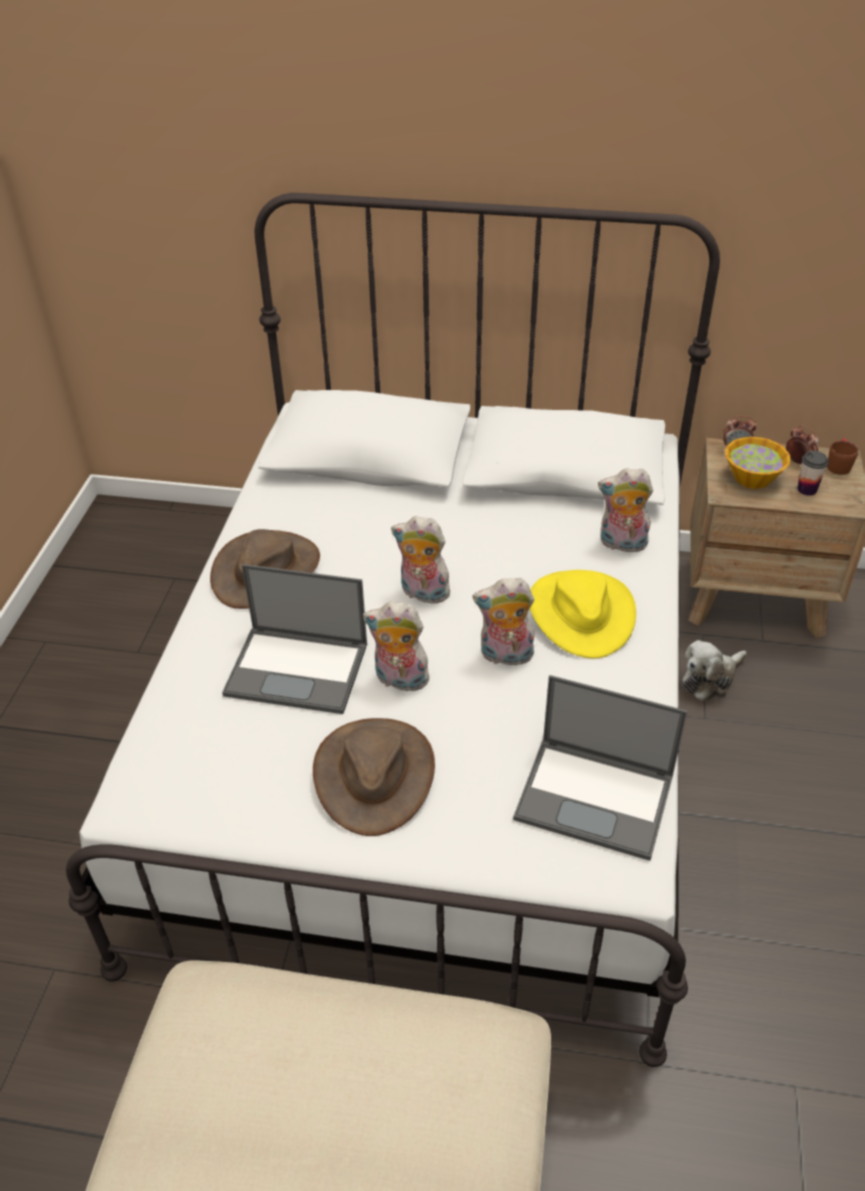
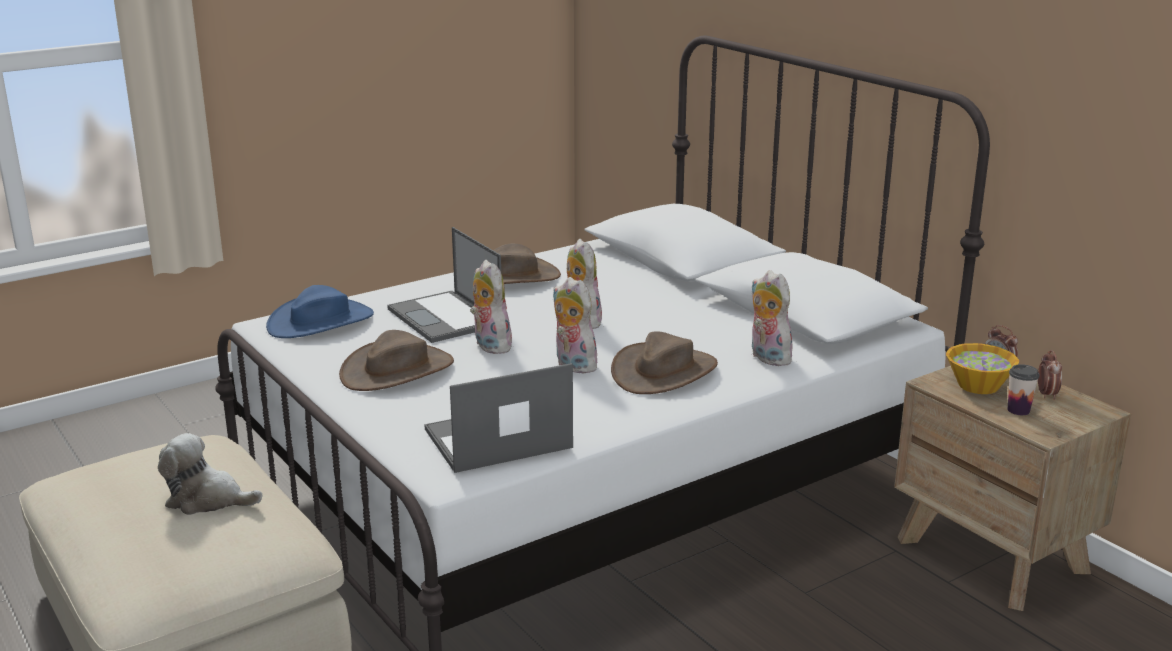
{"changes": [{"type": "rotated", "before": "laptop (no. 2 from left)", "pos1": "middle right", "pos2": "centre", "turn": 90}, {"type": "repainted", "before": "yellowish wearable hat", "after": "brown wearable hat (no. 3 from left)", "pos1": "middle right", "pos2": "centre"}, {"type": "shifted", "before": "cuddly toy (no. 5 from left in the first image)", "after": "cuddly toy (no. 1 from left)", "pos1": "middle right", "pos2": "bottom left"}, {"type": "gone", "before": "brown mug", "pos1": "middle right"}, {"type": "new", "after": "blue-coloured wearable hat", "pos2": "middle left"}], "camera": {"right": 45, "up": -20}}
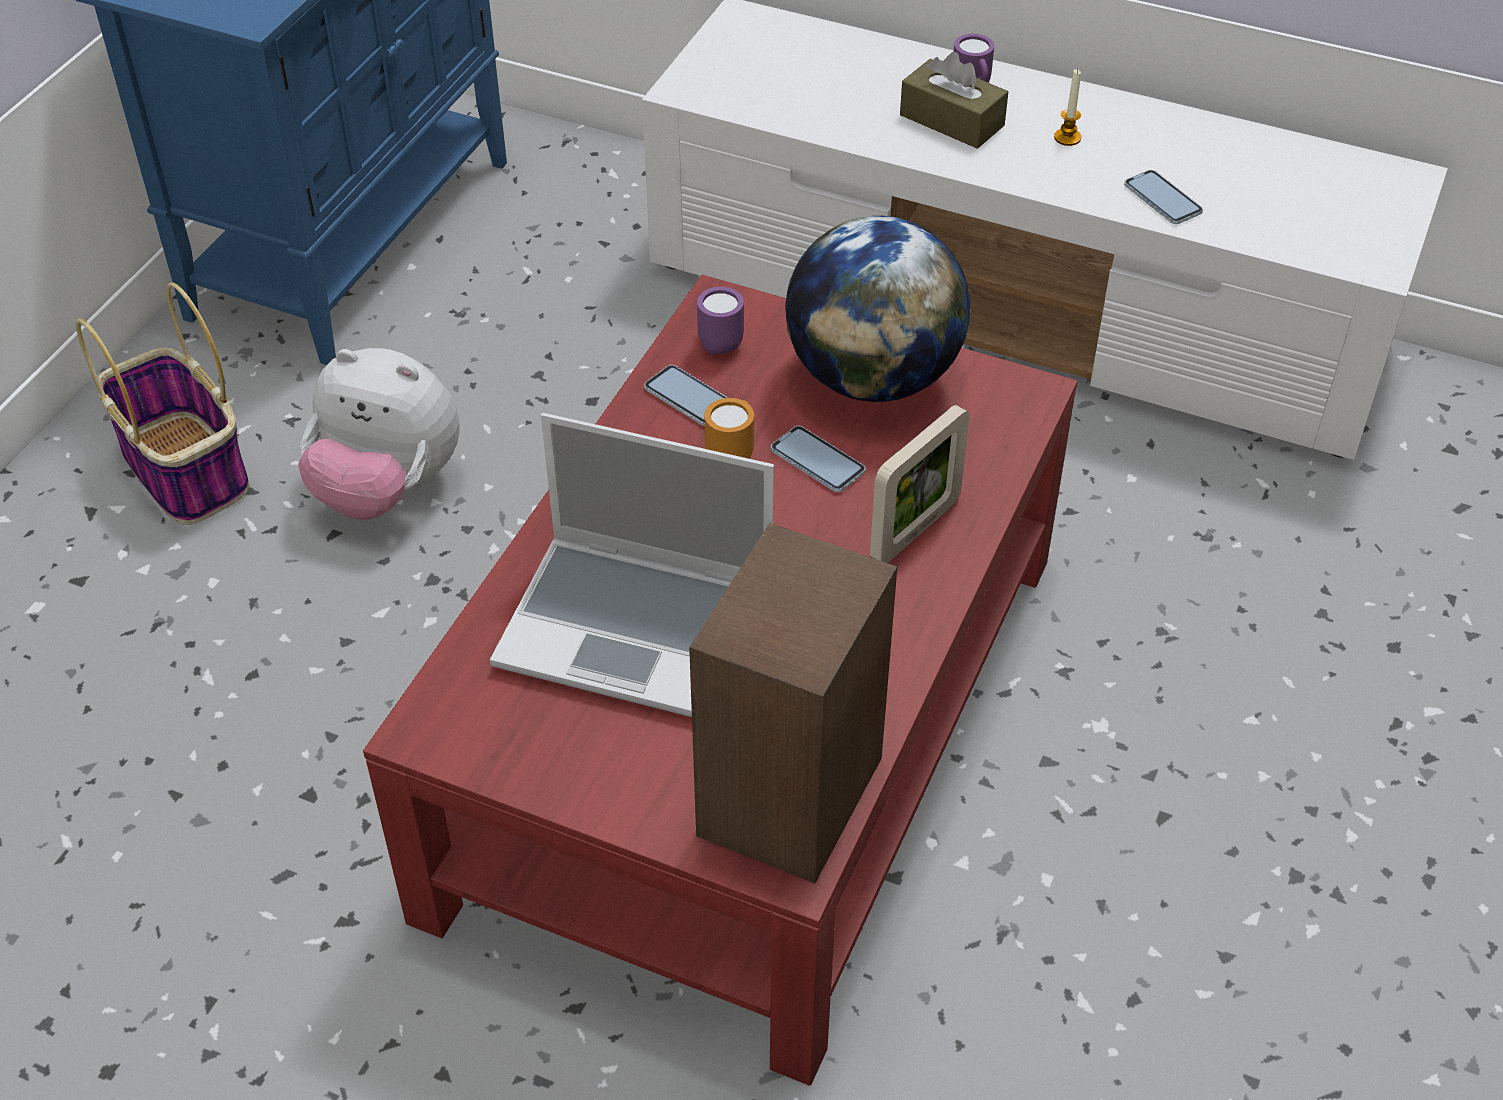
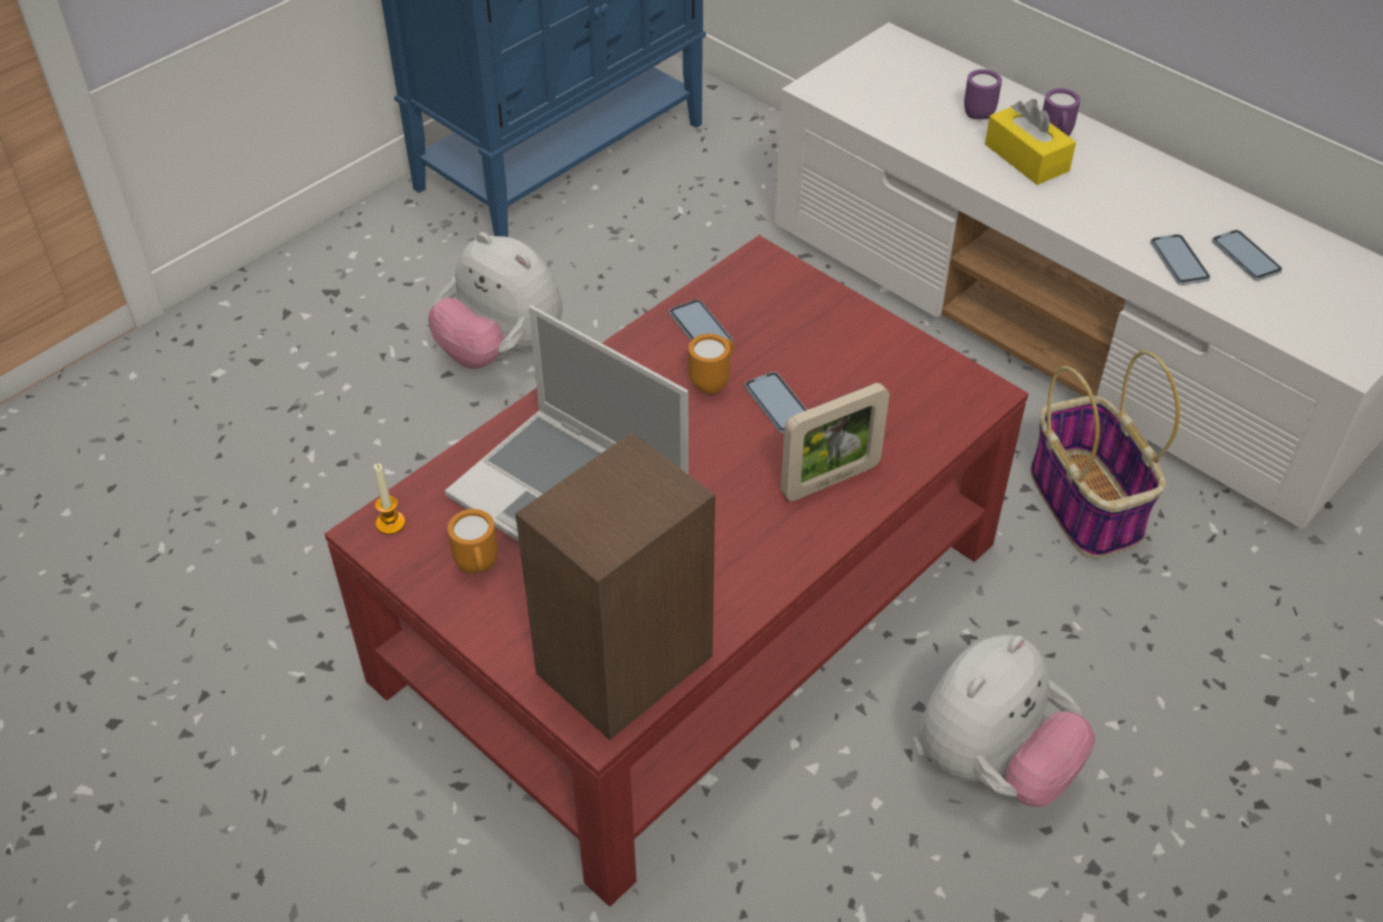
{"changes": [{"type": "shifted", "before": "basket", "pos1": "middle left", "pos2": "middle right"}, {"type": "shifted", "before": "purple-coloured mug (no. 1 from left)", "pos1": "top centre", "pos2": "top right"}, {"type": "gone", "before": "globe", "pos1": "top centre"}, {"type": "repainted", "before": "brown tissue box", "after": "yellowish tissue box", "pos1": "top centre", "pos2": "top right"}, {"type": "shifted", "before": "candle", "pos1": "top right", "pos2": "middle left"}, {"type": "new", "after": "orange-coloured mug (no. 1 from left)", "pos2": "centre"}, {"type": "new", "after": "cuddly toy (no. 2 from left)", "pos2": "bottom right"}, {"type": "new", "after": "phone (no. 4 from left)", "pos2": "top right"}], "camera": {"right": 20, "up": 0}}
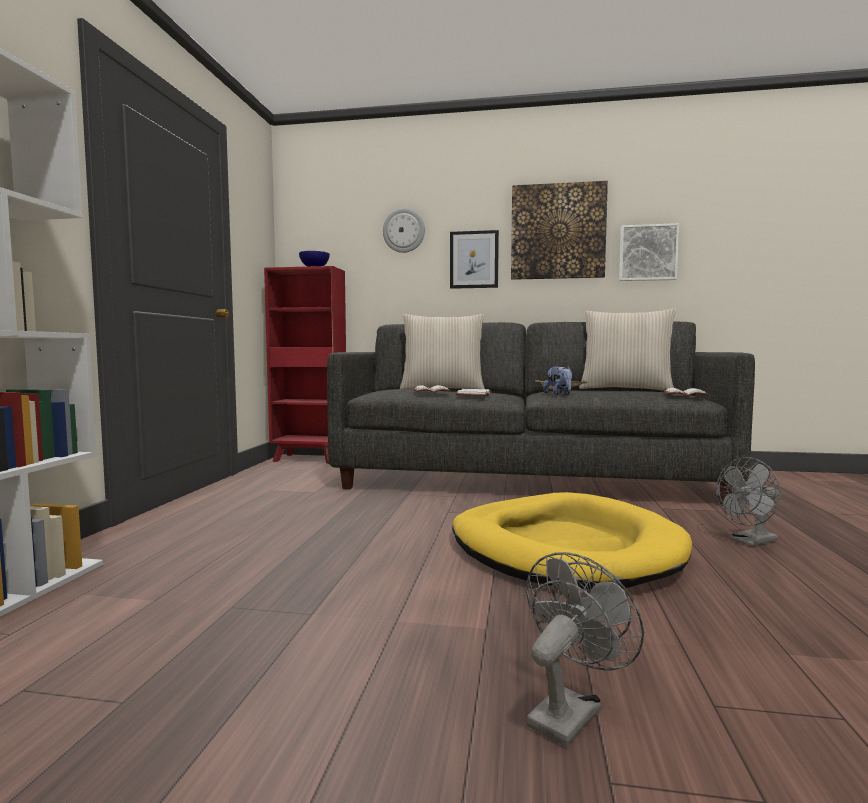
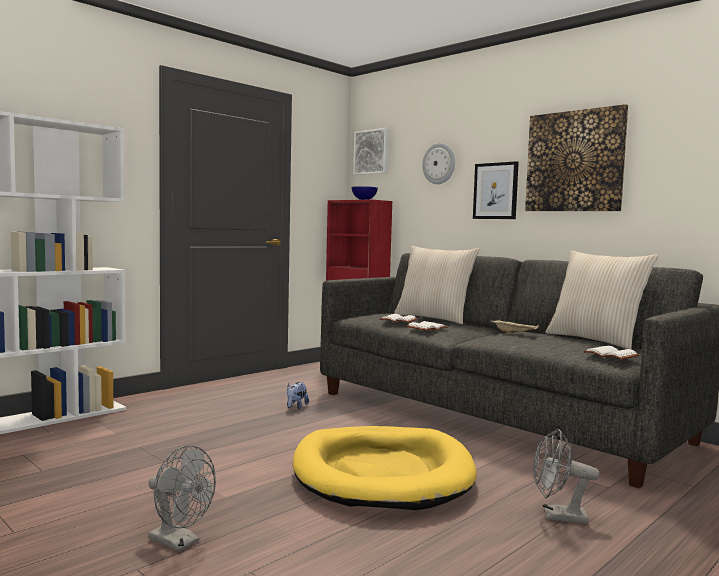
{"changes": [{"type": "rotated", "before": "greyish electric fan (no. 1 from left)", "pos1": "bottom right", "pos2": "bottom left", "turn": 45}, {"type": "shifted", "before": "cuddly toy", "pos1": "centre", "pos2": "bottom centre"}, {"type": "shifted", "before": "wall art (no. 3 from left in the first image)", "after": "wall art (no. 1 from left)", "pos1": "top right", "pos2": "top centre"}], "camera": {"right": 35, "up": 0}}
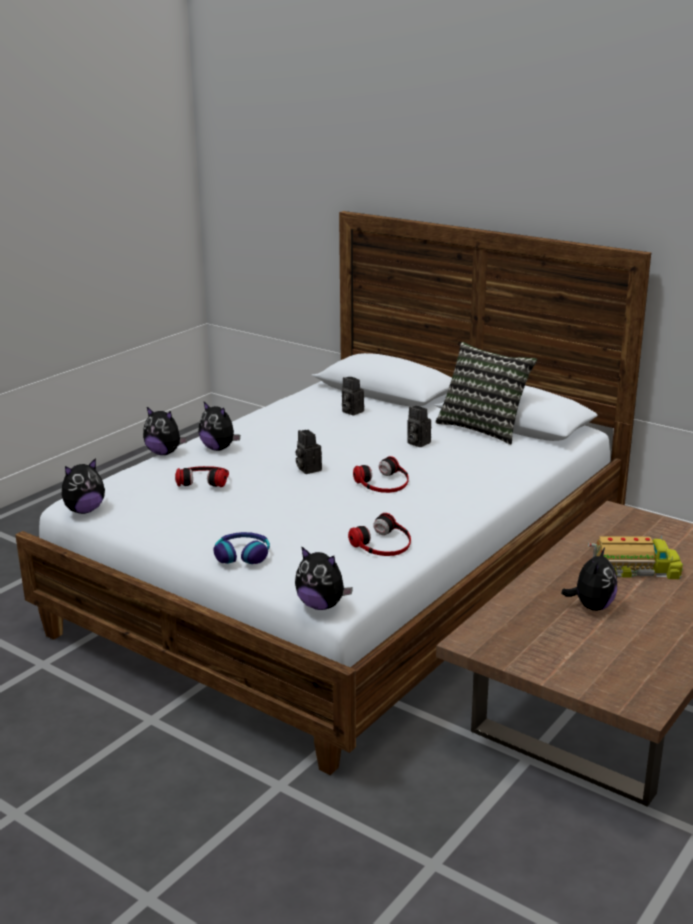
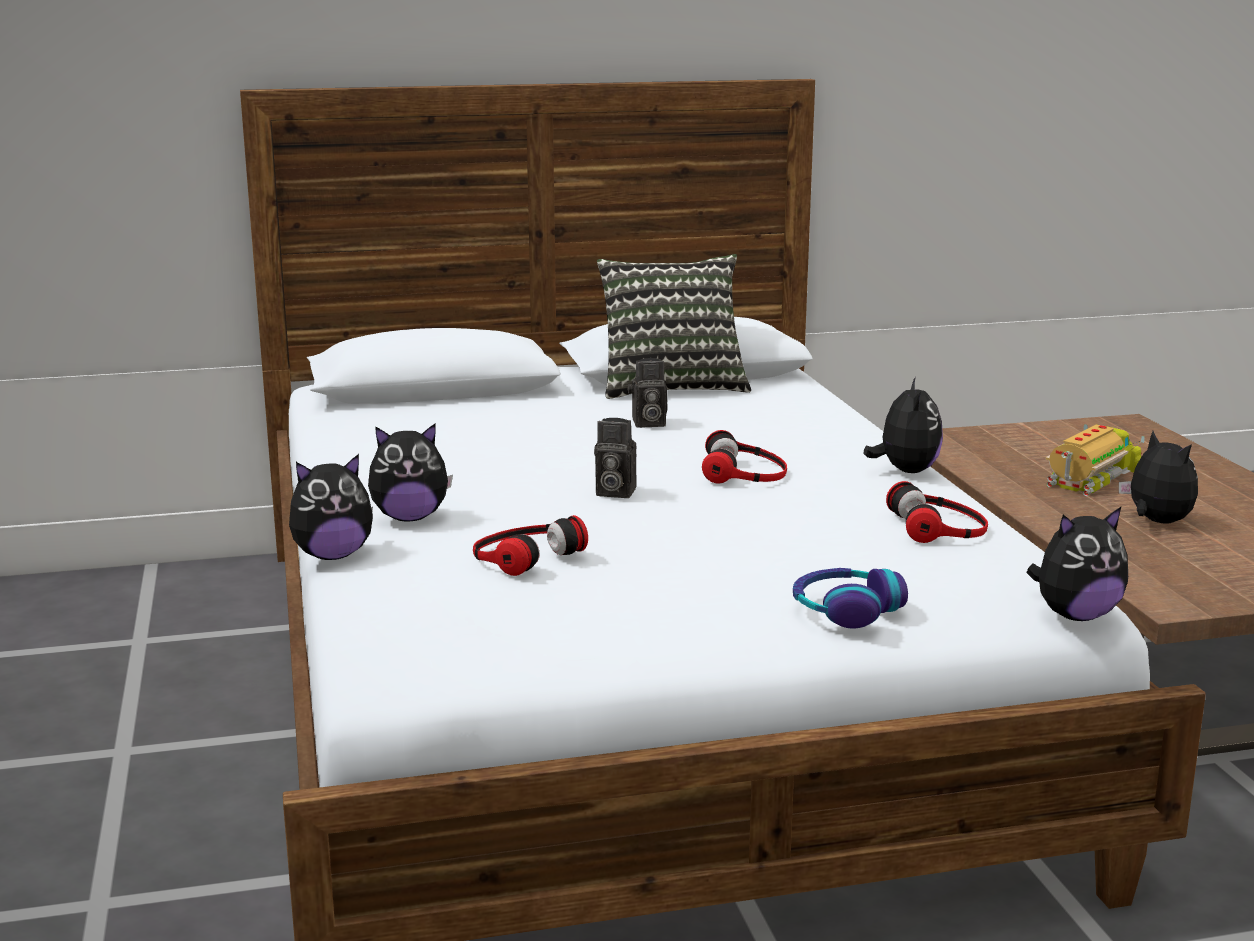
{"changes": [{"type": "shifted", "before": "cuddly toy (no. 1 from left in the first image)", "after": "cuddly toy (no. 3 from left)", "pos1": "middle left", "pos2": "middle right"}, {"type": "gone", "before": "still camera (no. 2 from left)", "pos1": "centre"}], "camera": {"right": -50, "up": -5}}
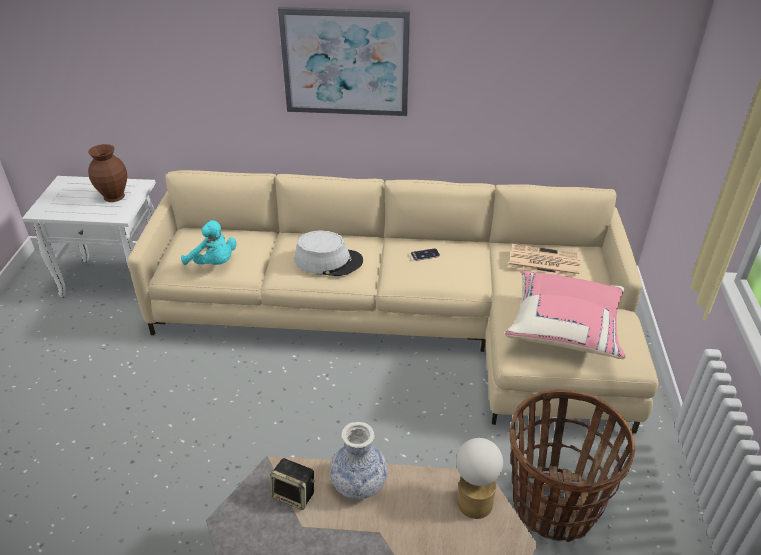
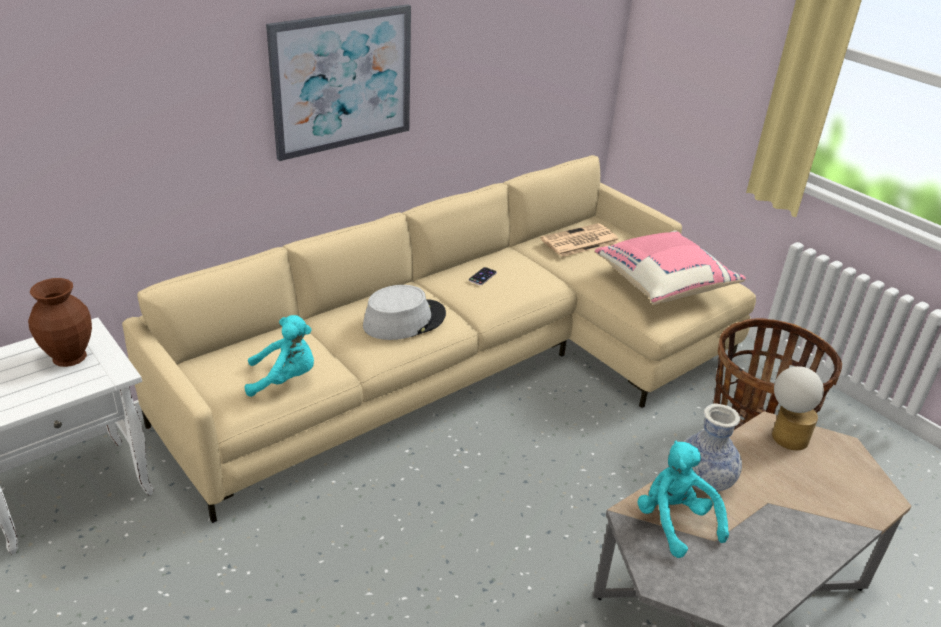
{"changes": [{"type": "swapped", "before": "audio speaker", "after": "turquoise-coloured cuddly toy (no. 2 from left)", "pos1": "bottom centre", "pos2": "bottom right"}], "camera": {"right": -45, "up": -5}}
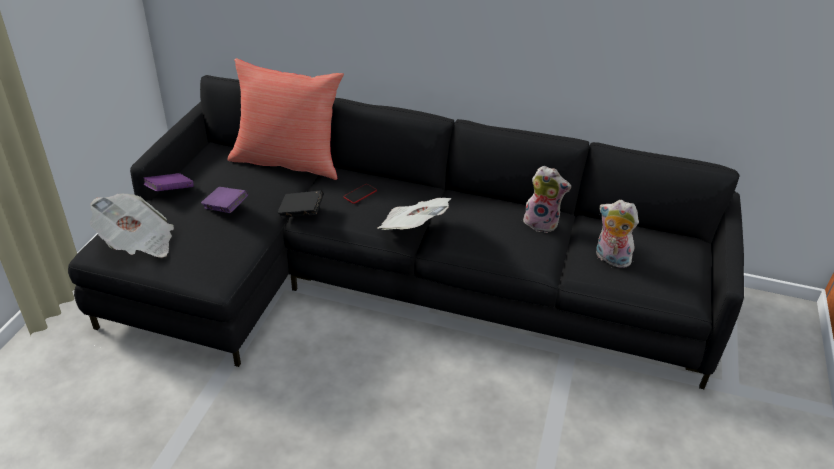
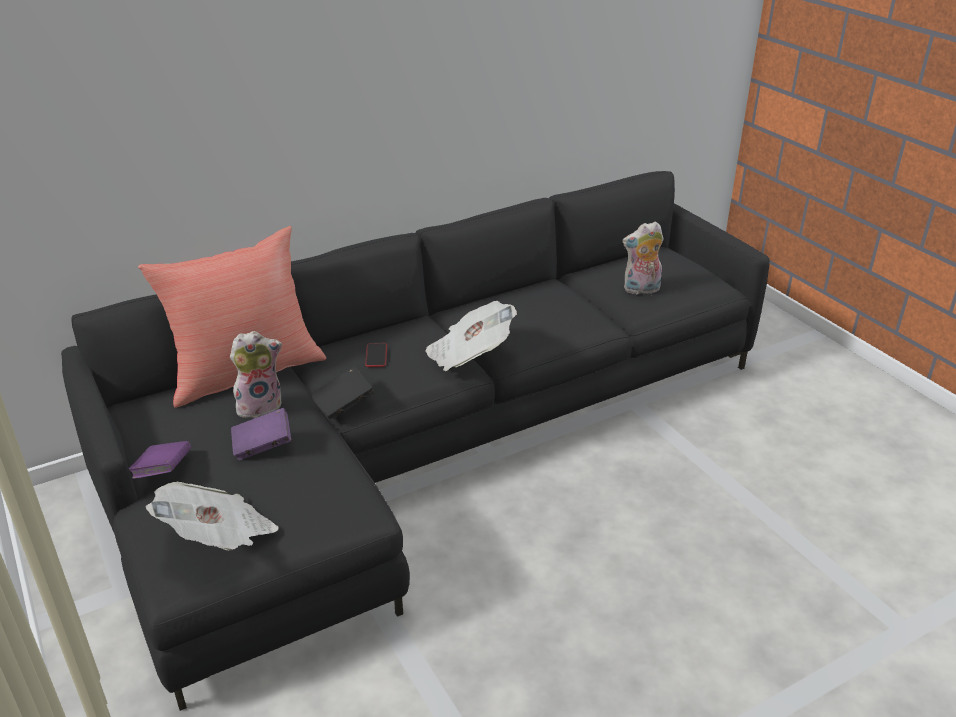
{"changes": [{"type": "shifted", "before": "cuddly toy (no. 1 from left)", "pos1": "centre", "pos2": "middle left"}], "camera": {"right": -45, "up": -5}}
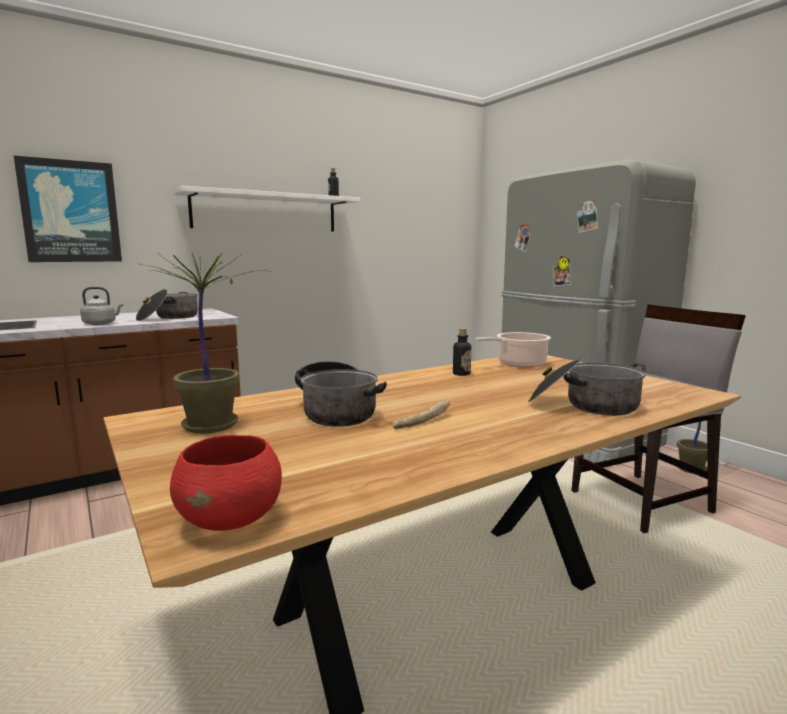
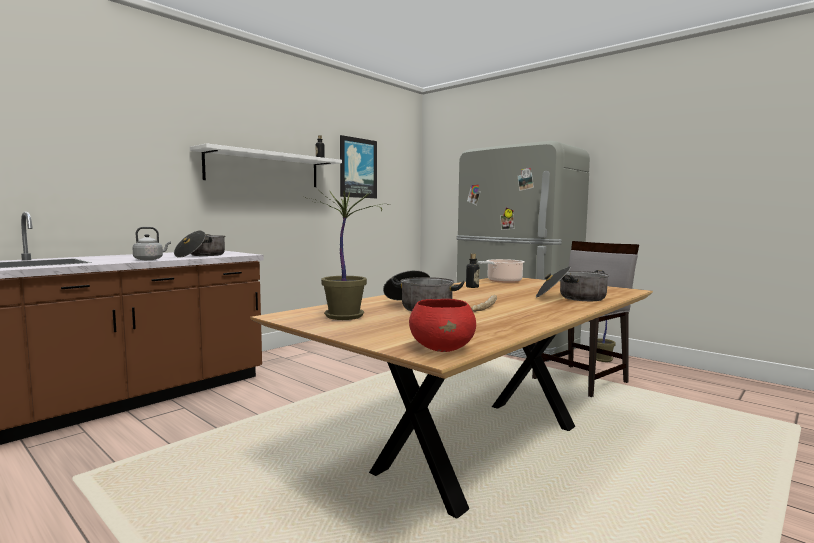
{"changes": [{"type": "shifted", "before": "wall art", "pos1": "top left", "pos2": "top centre"}], "camera": {"right": -15, "up": -5}}
